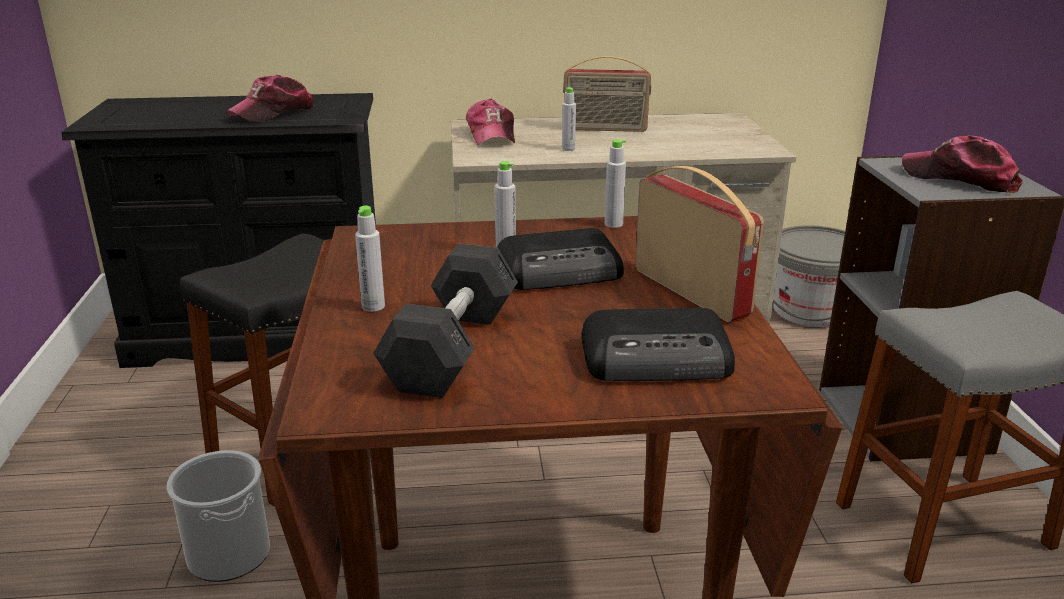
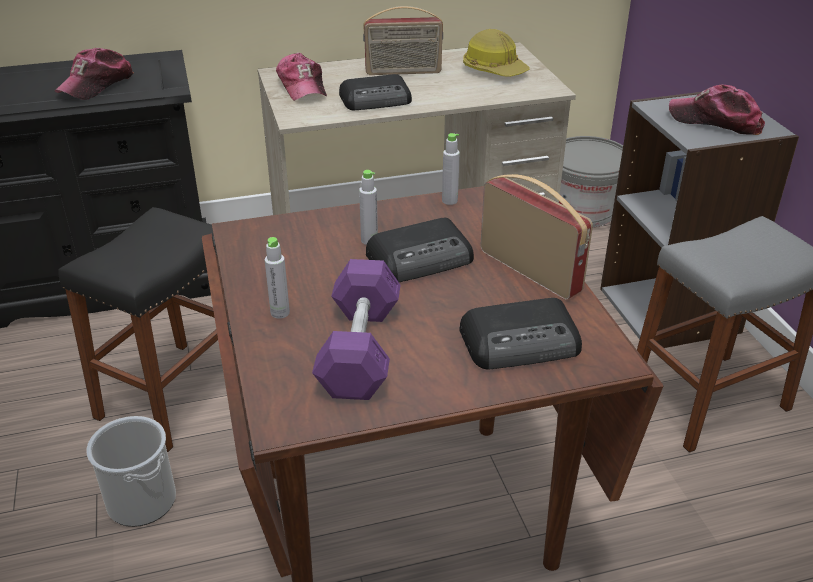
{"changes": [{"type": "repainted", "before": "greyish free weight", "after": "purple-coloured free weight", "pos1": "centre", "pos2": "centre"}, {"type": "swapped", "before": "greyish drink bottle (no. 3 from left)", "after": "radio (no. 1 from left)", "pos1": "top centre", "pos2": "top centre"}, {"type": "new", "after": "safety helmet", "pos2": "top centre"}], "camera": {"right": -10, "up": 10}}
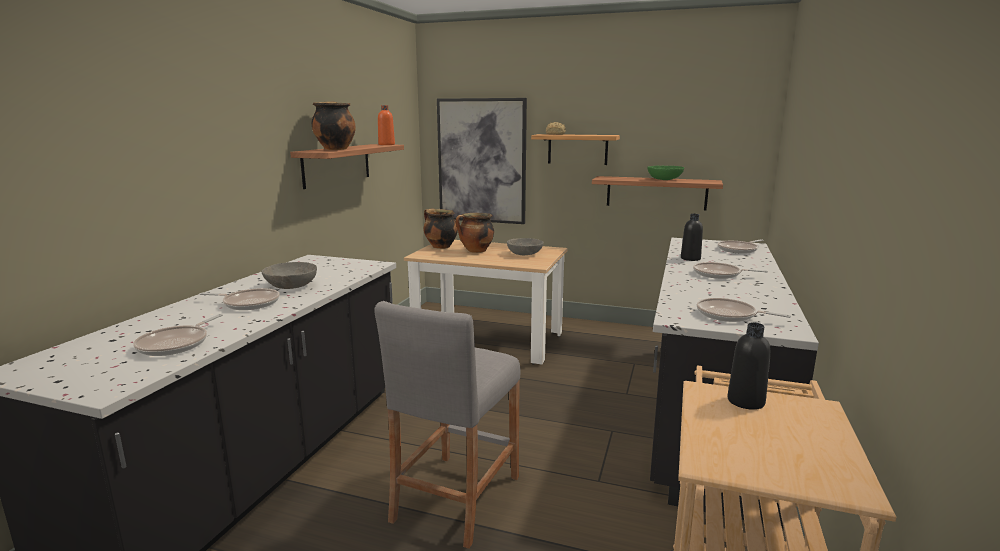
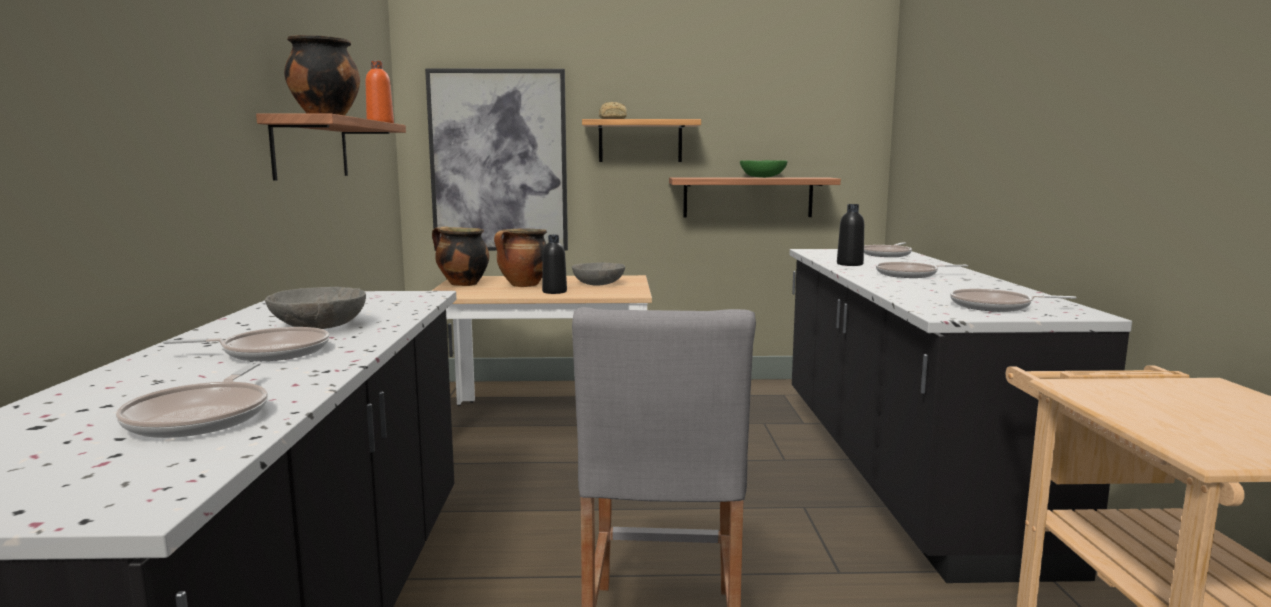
{"changes": [{"type": "shifted", "before": "black drink bottle (no. 2 from left in the first image)", "after": "black drink bottle (no. 1 from left)", "pos1": "middle right", "pos2": "centre"}], "camera": {"right": -20, "up": -5}}
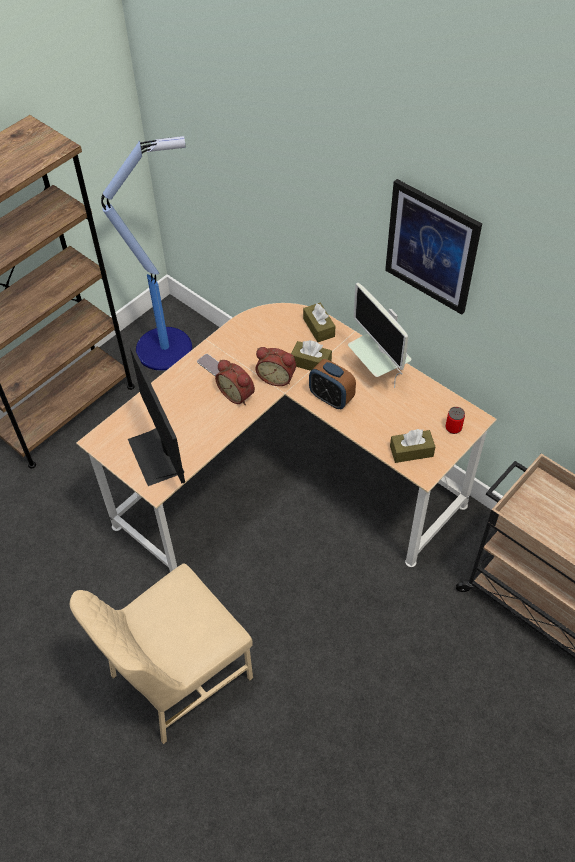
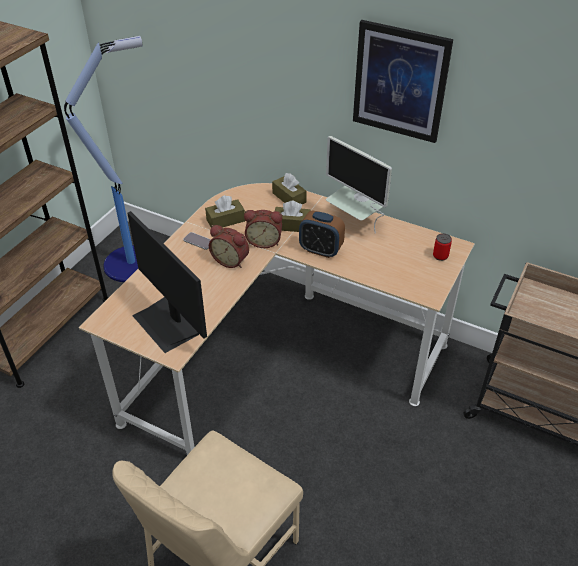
{"changes": [{"type": "shifted", "before": "brown tissue box (no. 3 from left in the first image)", "after": "brown tissue box (no. 1 from left)", "pos1": "middle right", "pos2": "centre"}], "camera": {"right": -15, "up": -10}}
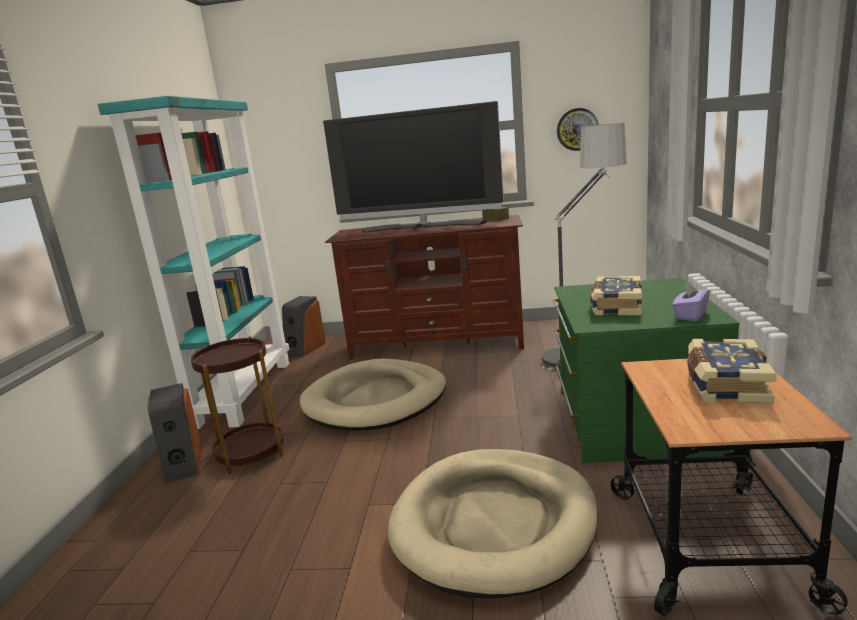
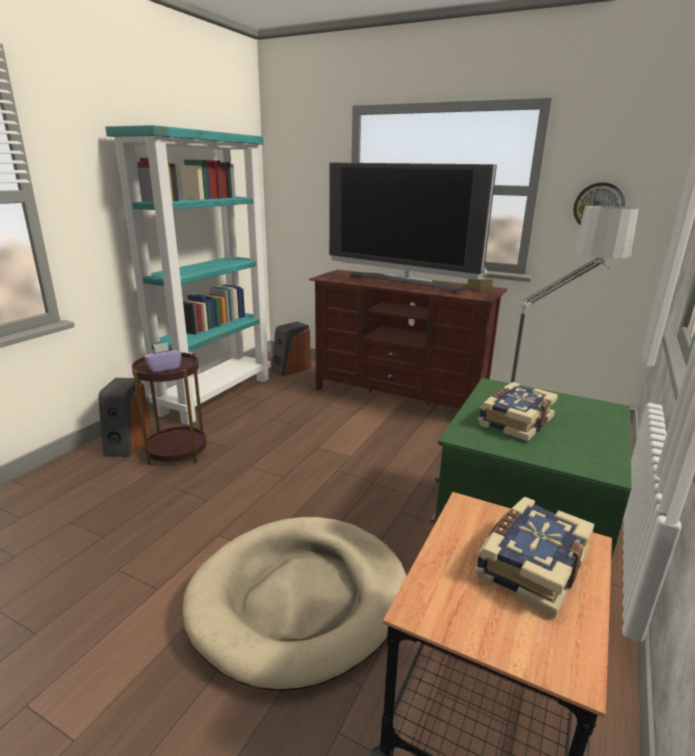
{"changes": [{"type": "gone", "before": "beige pet bed (no. 1 from left)", "pos1": "centre"}, {"type": "shifted", "before": "purple-coloured tissue box", "pos1": "middle right", "pos2": "middle left"}], "camera": {"right": 20, "up": 5}}
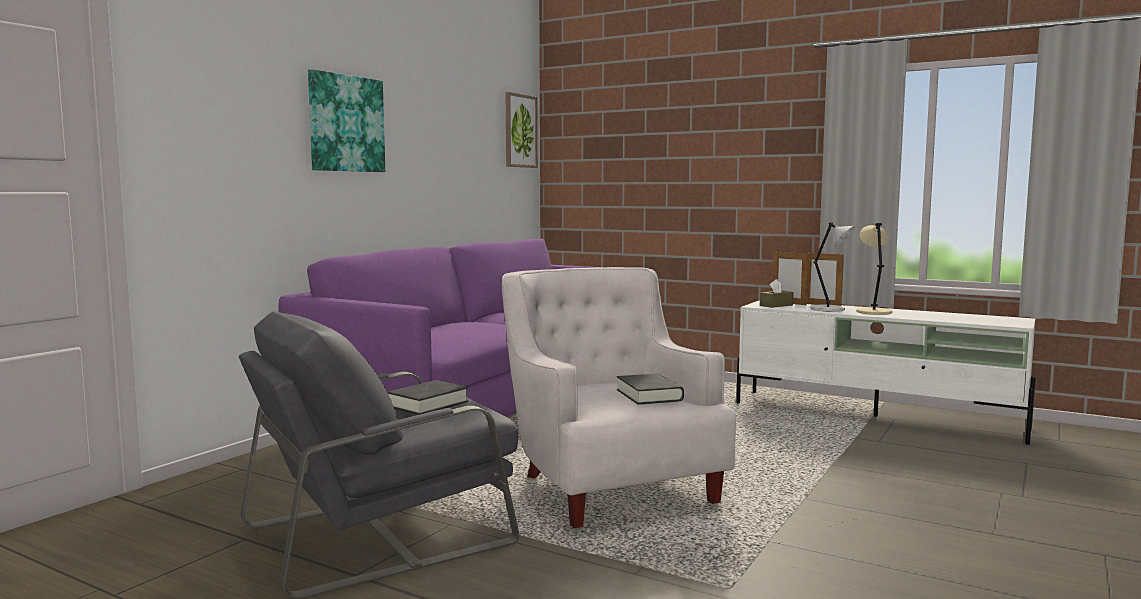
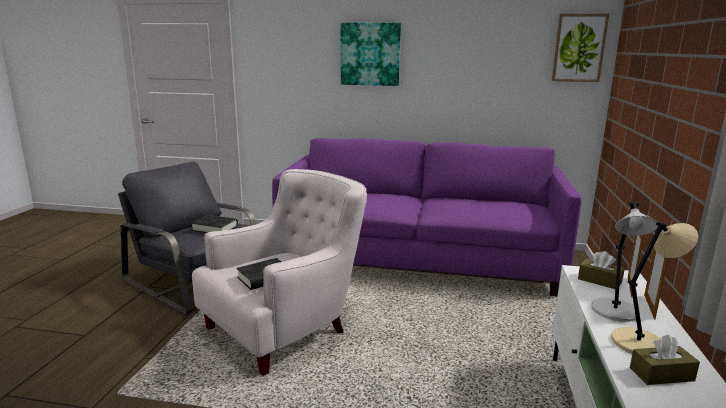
{"changes": [{"type": "new", "after": "brown tissue box (no. 2 from left)", "pos2": "bottom right"}], "camera": {"right": 70, "up": 10}}
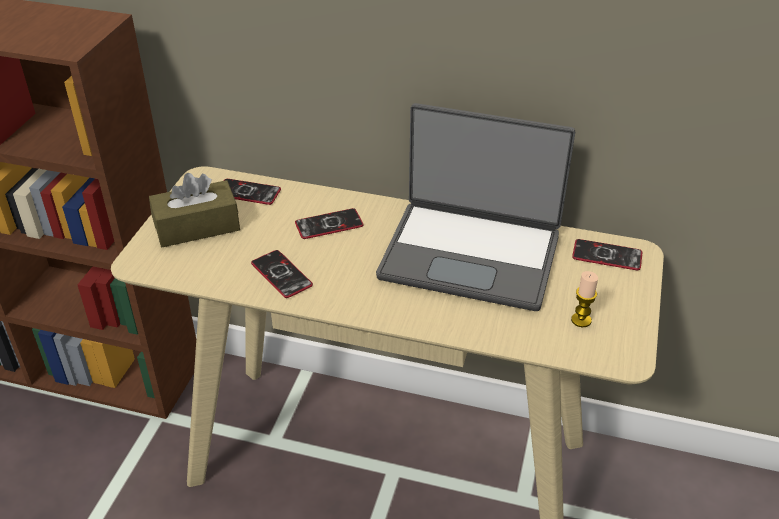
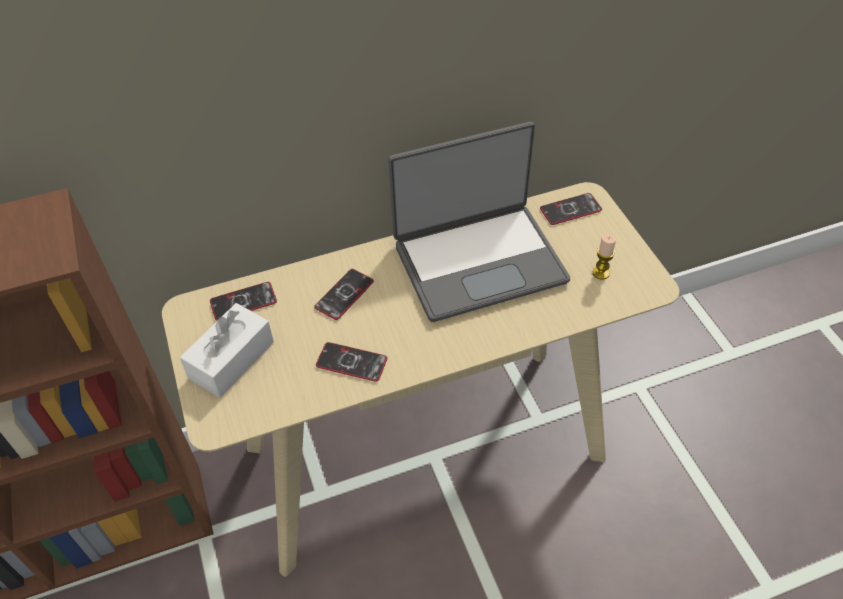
{"changes": [{"type": "repainted", "before": "brown tissue box", "after": "white tissue box", "pos1": "middle left", "pos2": "middle left"}], "camera": {"right": -35, "up": 10}}
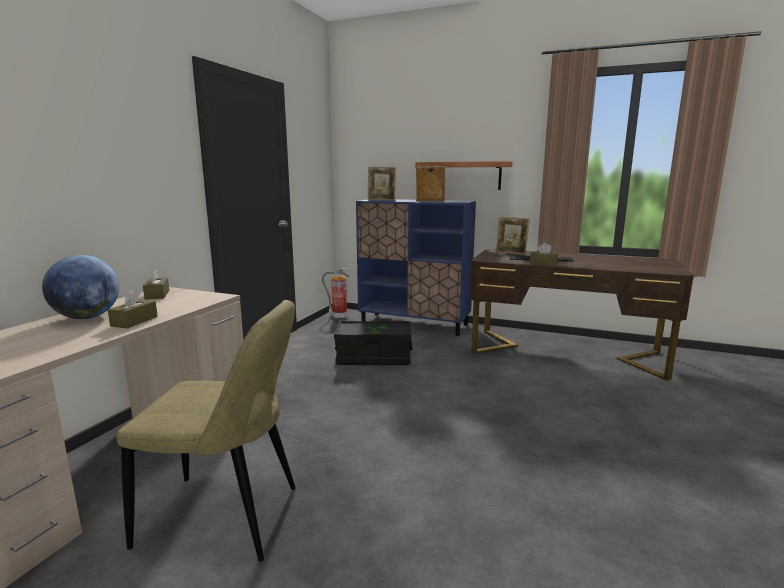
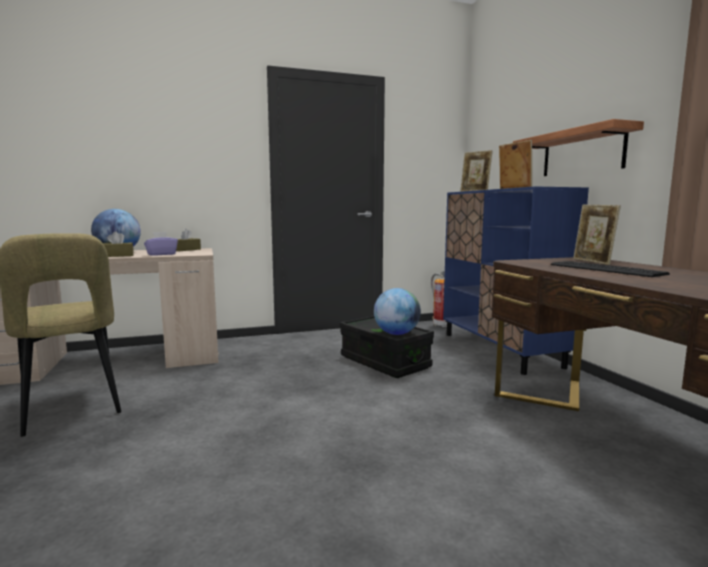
{"changes": [{"type": "gone", "before": "brown tissue box (no. 3 from left)", "pos1": "middle right"}, {"type": "new", "after": "purple-coloured tissue box", "pos2": "middle left"}, {"type": "new", "after": "globe (no. 2 from left)", "pos2": "centre"}], "camera": {"right": 50, "up": -5}}
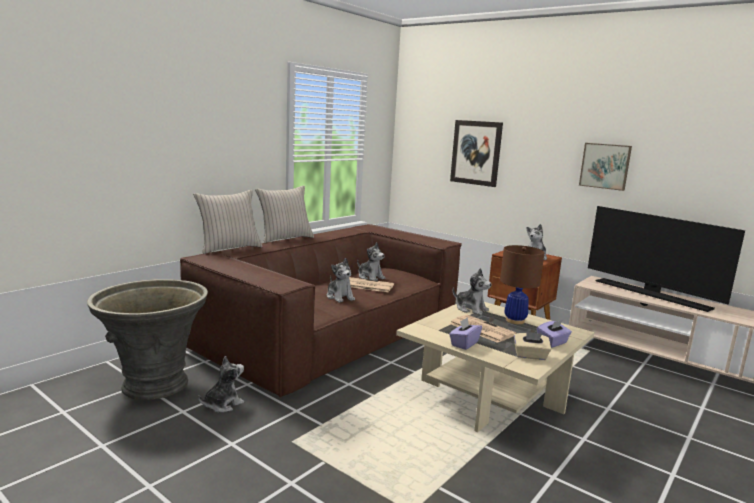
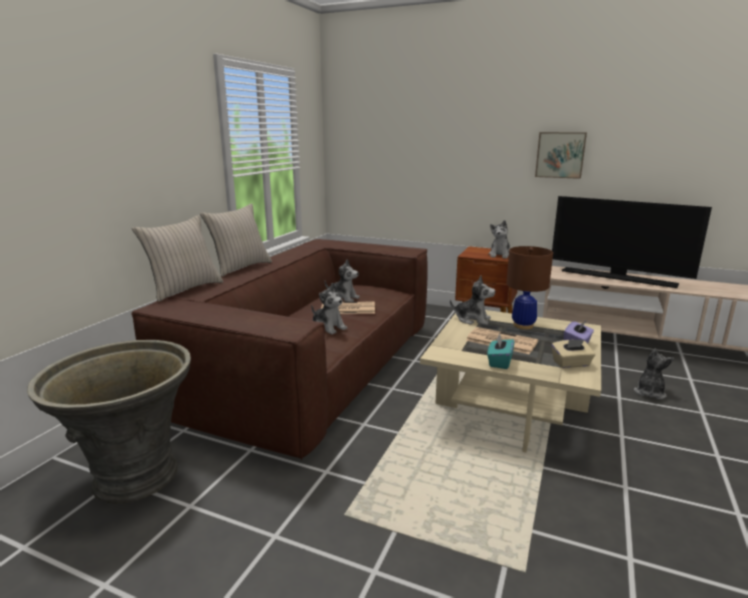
{"changes": [{"type": "shifted", "before": "cuddly toy (no. 1 from left in the first image)", "after": "cuddly toy (no. 5 from left)", "pos1": "bottom left", "pos2": "middle right"}, {"type": "repainted", "before": "purple-coloured tissue box (no. 1 from left)", "after": "turquoise-coloured tissue box", "pos1": "centre", "pos2": "middle right"}, {"type": "gone", "before": "wall art (no. 1 from left)", "pos1": "top centre"}], "camera": {"right": -15, "up": 5}}
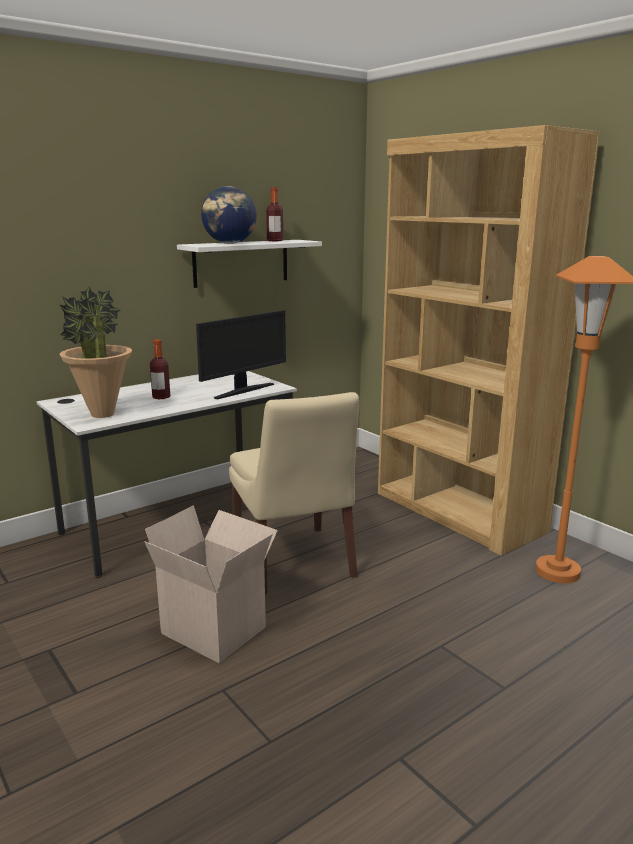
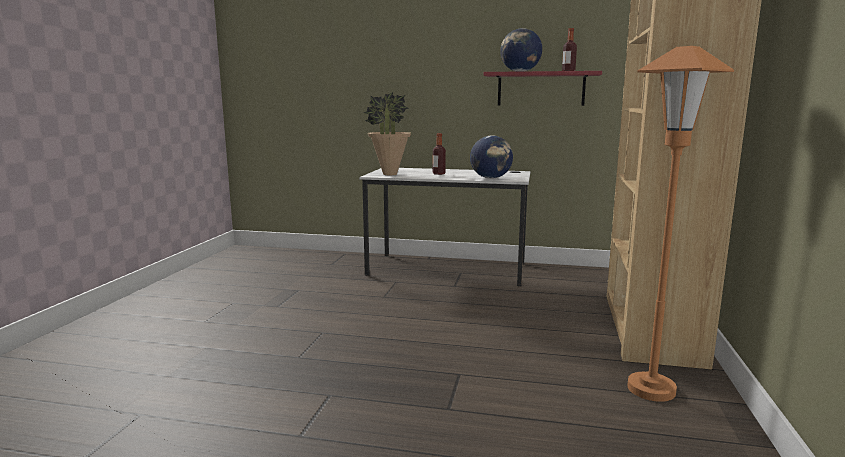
{"changes": [{"type": "gone", "before": "cardboard box", "pos1": "bottom centre"}, {"type": "repainted", "before": "white bracket shelf", "after": "red bracket shelf", "pos1": "top centre", "pos2": "top centre"}, {"type": "swapped", "before": "computer screen", "after": "globe (no. 1 from left)", "pos1": "centre", "pos2": "centre"}, {"type": "gone", "before": "beige plain chair", "pos1": "centre"}], "camera": {"right": 50, "up": -5}}
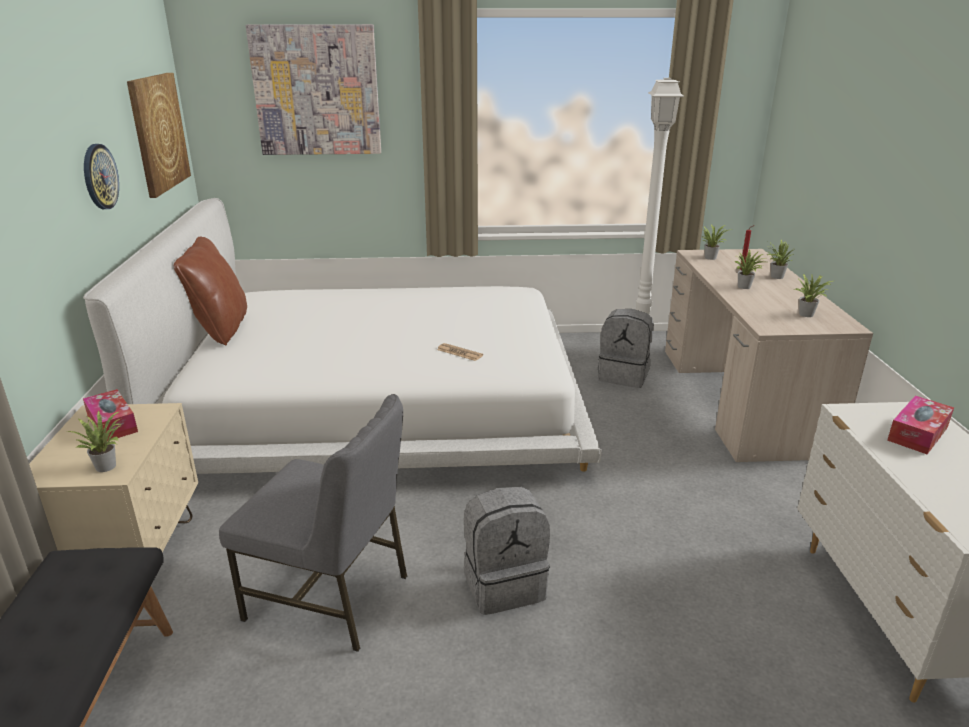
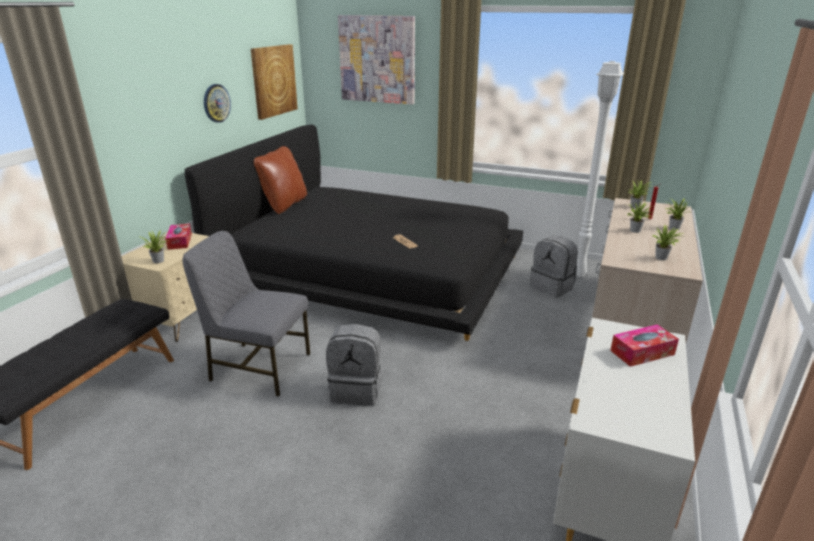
{"changes": [{"type": "repainted", "before": "white bed", "after": "black bed", "pos1": "centre", "pos2": "centre"}, {"type": "rotated", "before": "greyish plain chair", "pos1": "bottom left", "pos2": "middle left", "turn": 150}], "camera": {"right": 25, "up": 0}}
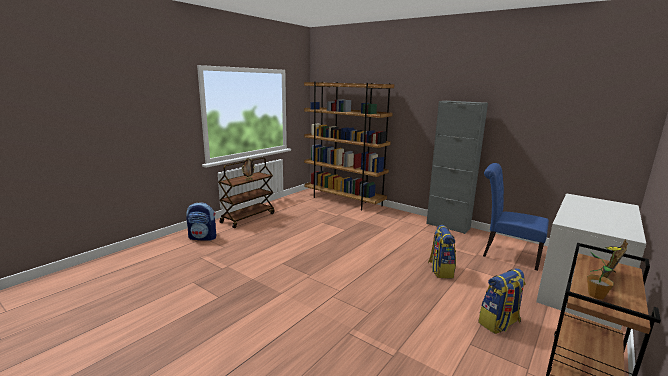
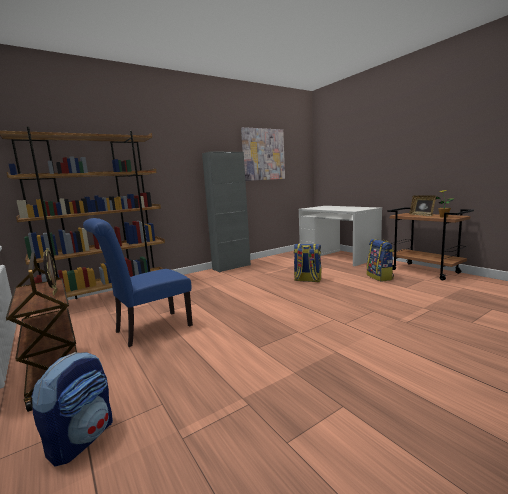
{"changes": [{"type": "shifted", "before": "blue-coloured plain chair", "pos1": "middle right", "pos2": "middle left"}, {"type": "new", "after": "wall art", "pos2": "top centre"}], "camera": {"right": -70, "up": -5}}
